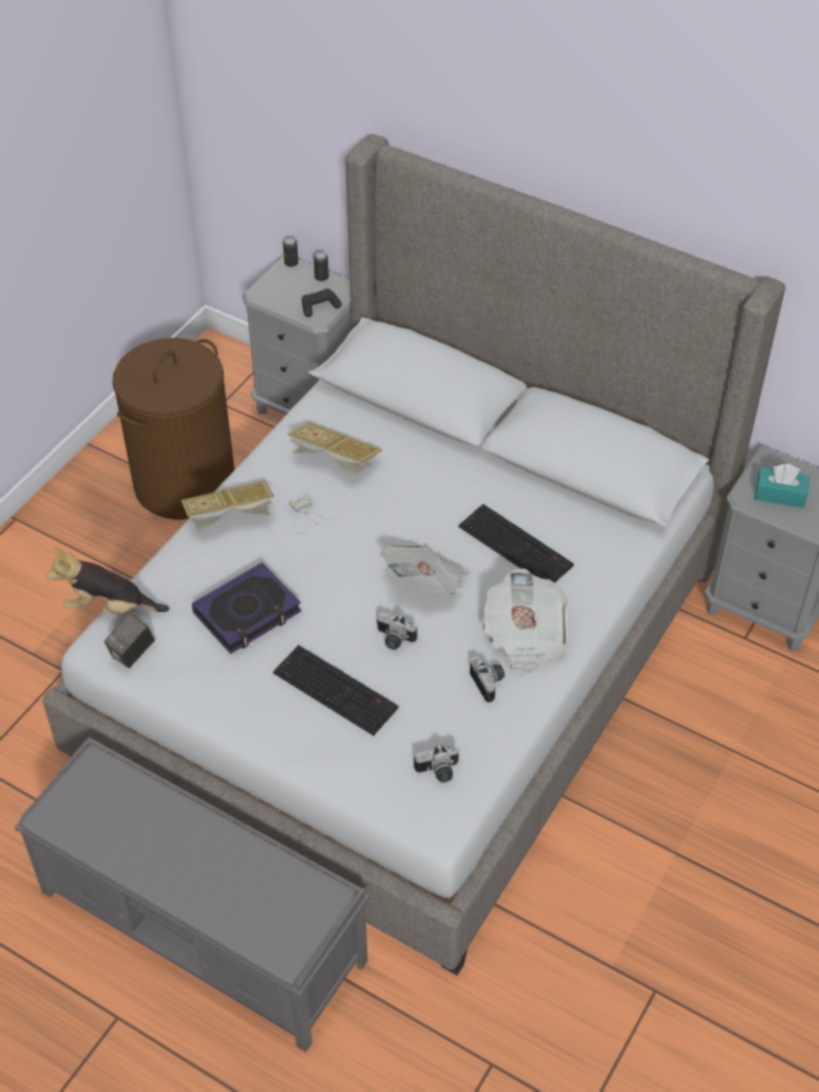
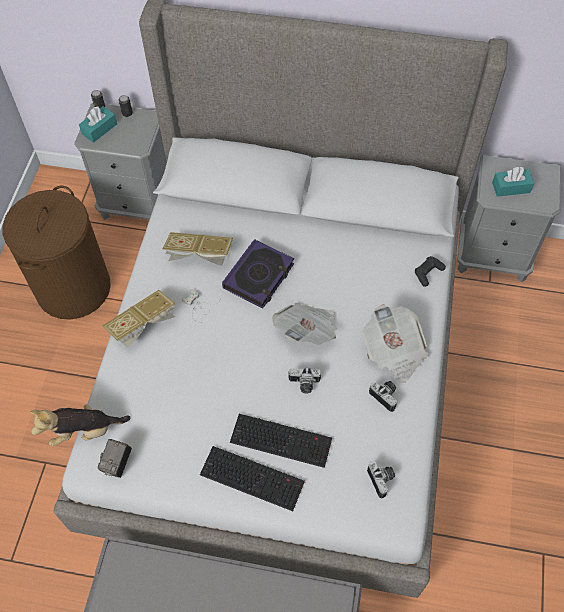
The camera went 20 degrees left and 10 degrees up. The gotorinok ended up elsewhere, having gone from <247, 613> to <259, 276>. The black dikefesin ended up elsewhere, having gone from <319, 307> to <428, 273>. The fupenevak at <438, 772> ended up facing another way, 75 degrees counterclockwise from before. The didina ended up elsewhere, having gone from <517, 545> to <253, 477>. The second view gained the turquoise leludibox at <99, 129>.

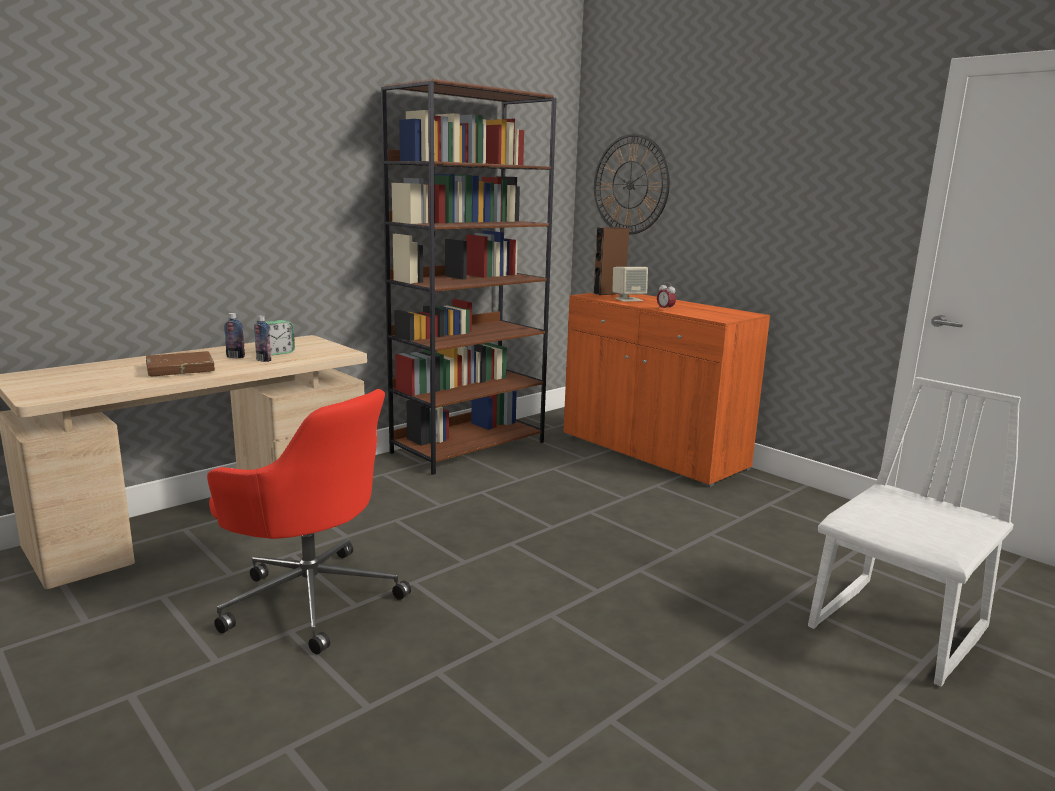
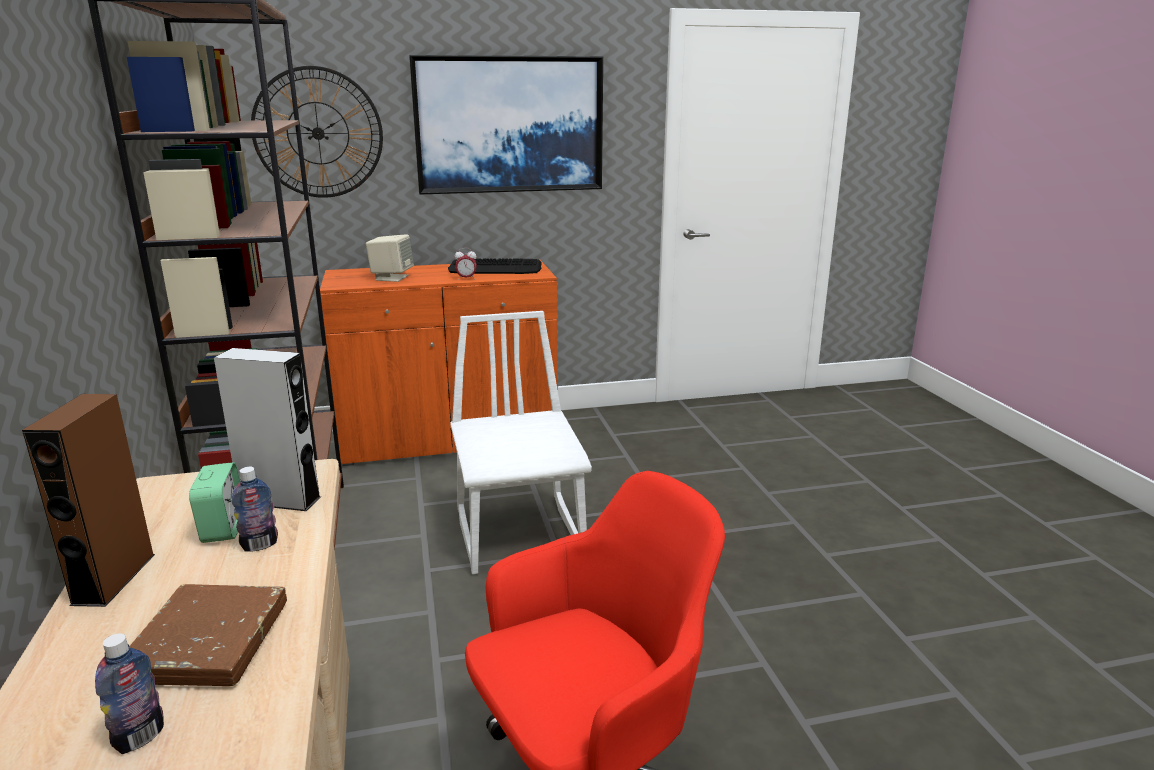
The camera went 60 degrees left and 5 degrees up. The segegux ended up elsewhere, having gone from <235, 357> to <140, 737>. The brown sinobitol ended up elsewhere, having gone from <609, 293> to <114, 578>. The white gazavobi ended up elsewhere, having gone from <899, 630> to <521, 534>. The second view gained the grey sinobitol at <280, 500>. The second view gained the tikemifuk at <509, 125>. The second view gained the didina at <495, 268>.

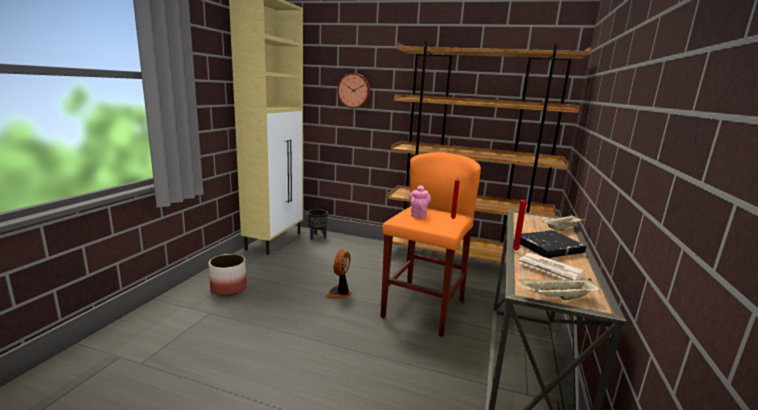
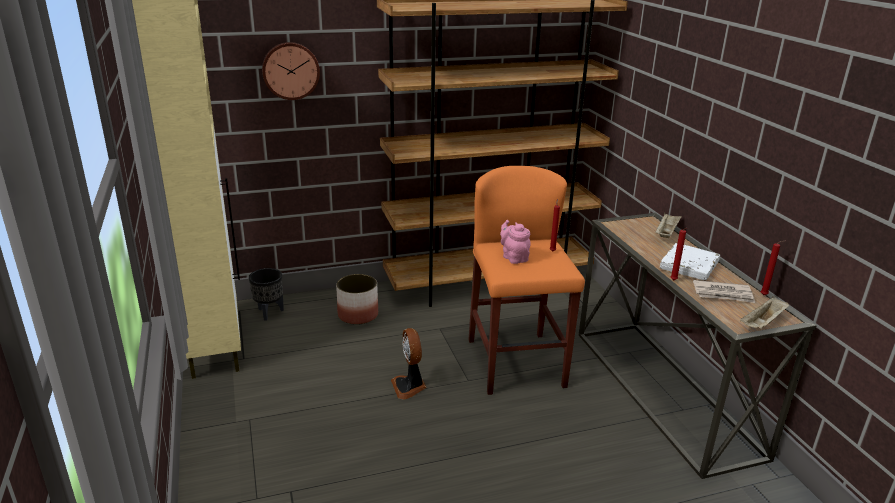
The camera went 35 degrees left and 10 degrees up. The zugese ended up elsewhere, having gone from <229, 288> to <358, 315>. What was the black gotorinok at <548, 248> turned into the white gotorinok at <689, 265>. The second view gained the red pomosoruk at <765, 295>.

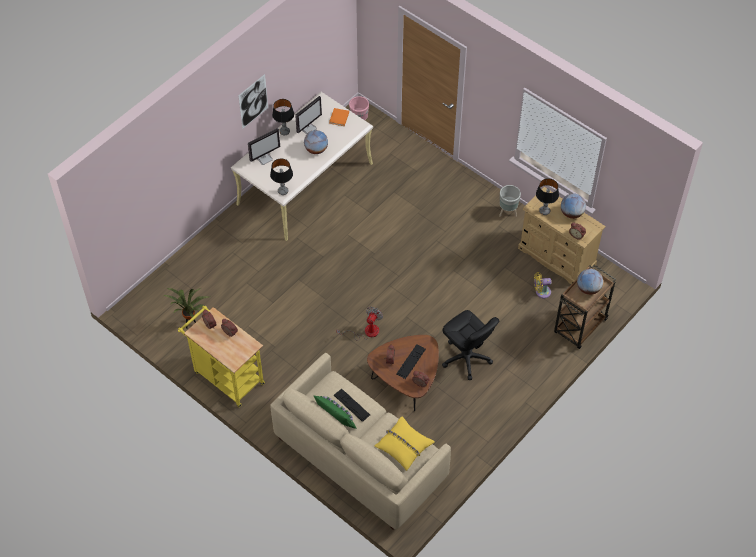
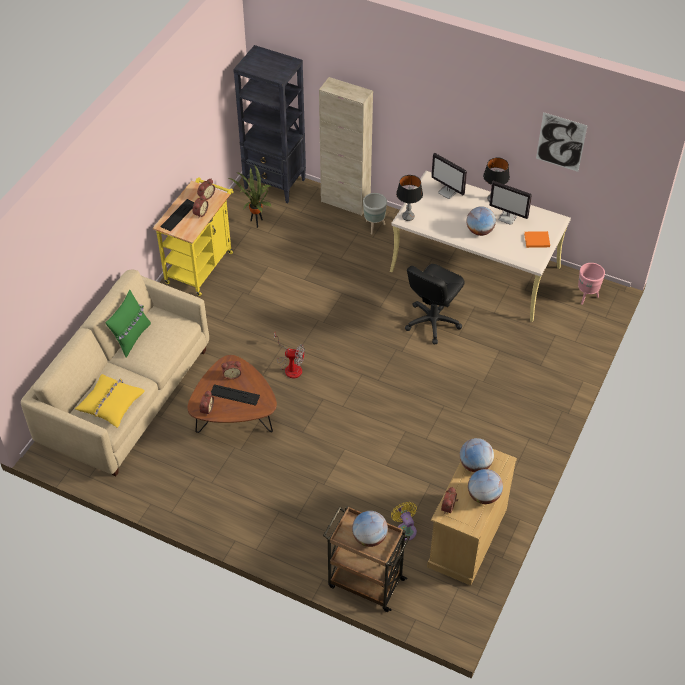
The camera went 75 degrees right and 5 degrees down. The tikemifuk ended up elsewhere, having gone from <253, 101> to <561, 142>. The didina ended up elsewhere, having gone from <351, 405> to <178, 215>. The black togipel ended up elsewhere, having gone from <466, 358> to <432, 322>. The grey zugese ended up elsewhere, having gone from <508, 212> to <374, 226>. Where the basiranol stood at <544, 211>, the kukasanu came to stand at <475, 464>. The second view gained the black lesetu at <275, 184>. The second view gained the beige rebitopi at <345, 202>.

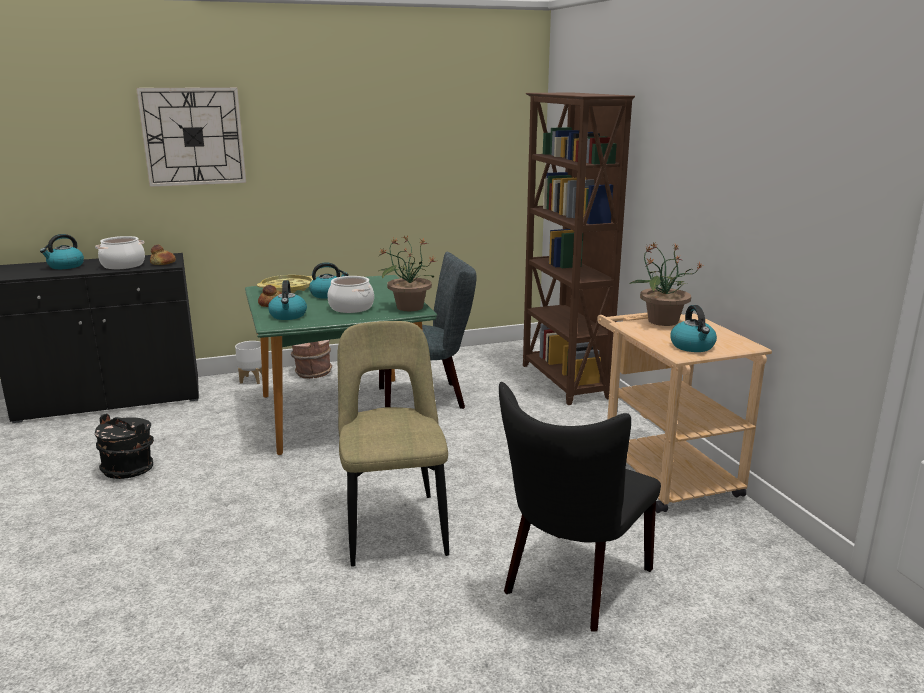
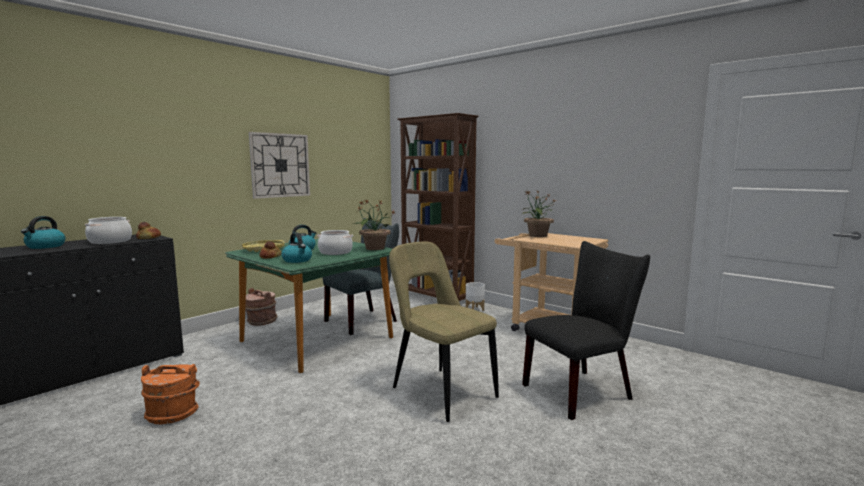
The camera went 30 degrees left and 10 degrees down. What was the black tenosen at <129, 468> turned into the orange tenosen at <173, 413>. The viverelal ended up elsewhere, having gone from <193, 136> to <280, 165>. The white zugese ended up elsewhere, having gone from <253, 380> to <475, 309>. The black gazavobi at <572, 584> ended up facing another way, 120 degrees counterclockwise from before. The second view lost the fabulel at <693, 346>.

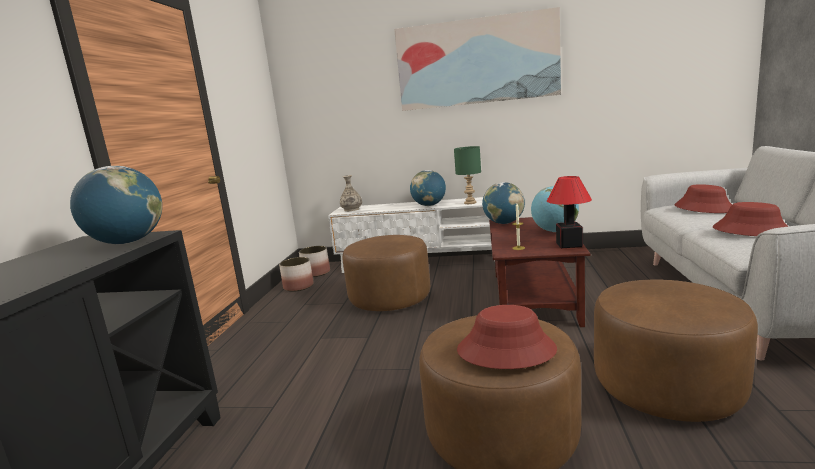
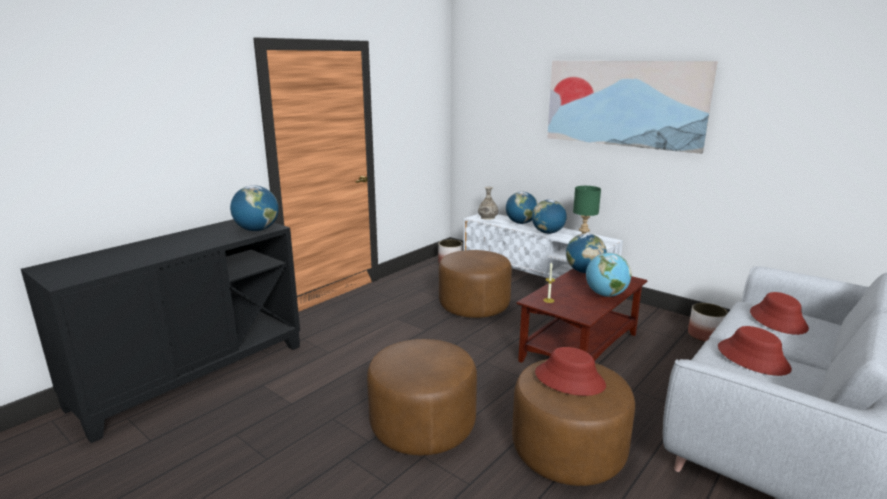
The camera went 30 degrees right and 5 degrees up. The zugese ended up elsewhere, having gone from <299, 286> to <705, 336>. The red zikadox ended up elsewhere, having gone from <506, 350> to <569, 379>. The second view lost the basiranol at <569, 245>. The second view gained the kukasanu at <521, 223>.

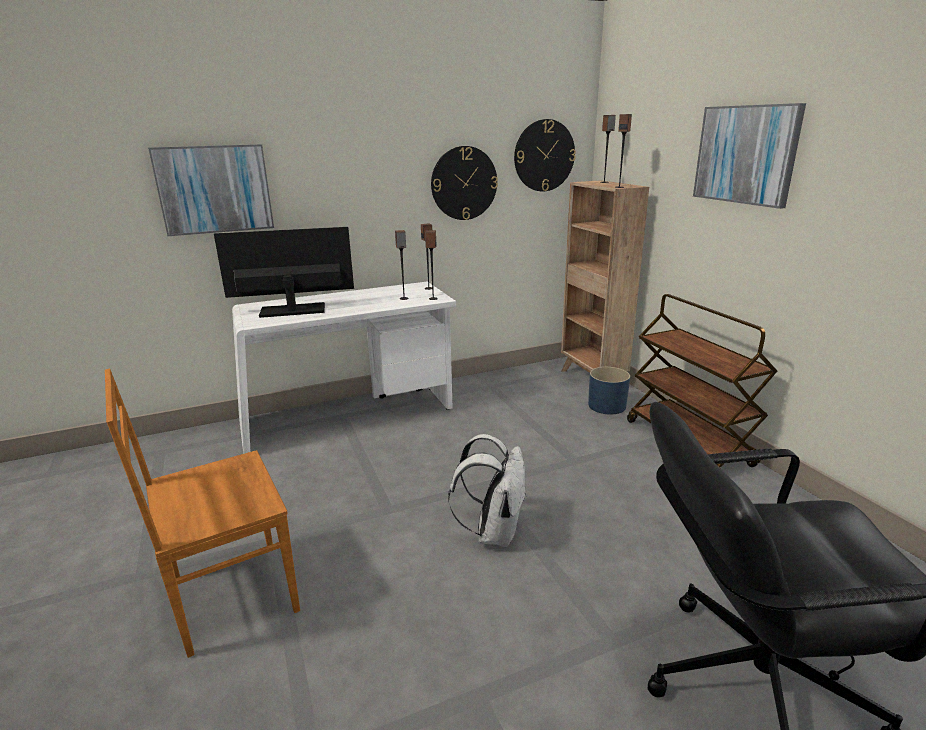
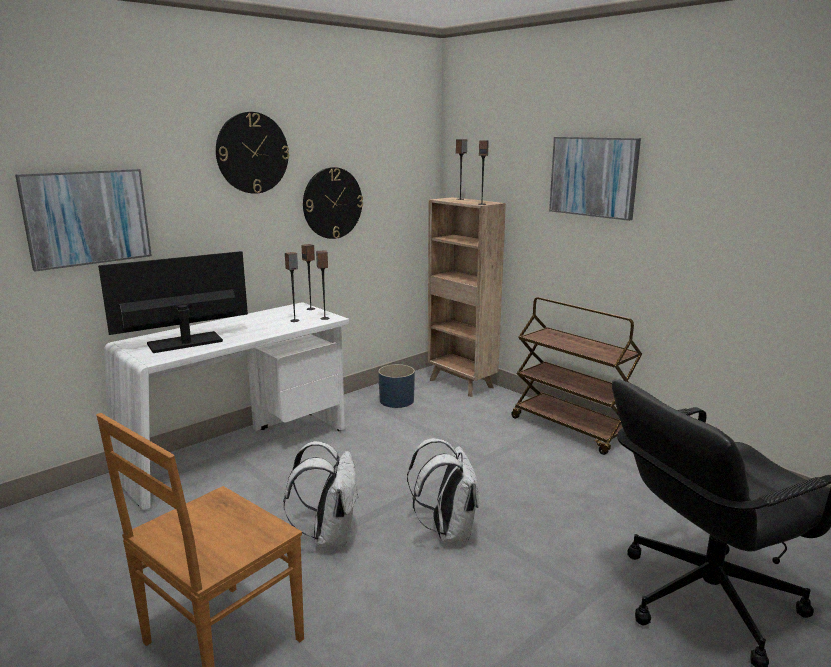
The camera went 20 degrees left and 5 degrees down. The viverelal ended up elsewhere, having gone from <544, 156> to <252, 153>. The blue zugese ended up elsewhere, having gone from <606, 406> to <396, 401>. The second view gained the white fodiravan at <329, 536>.

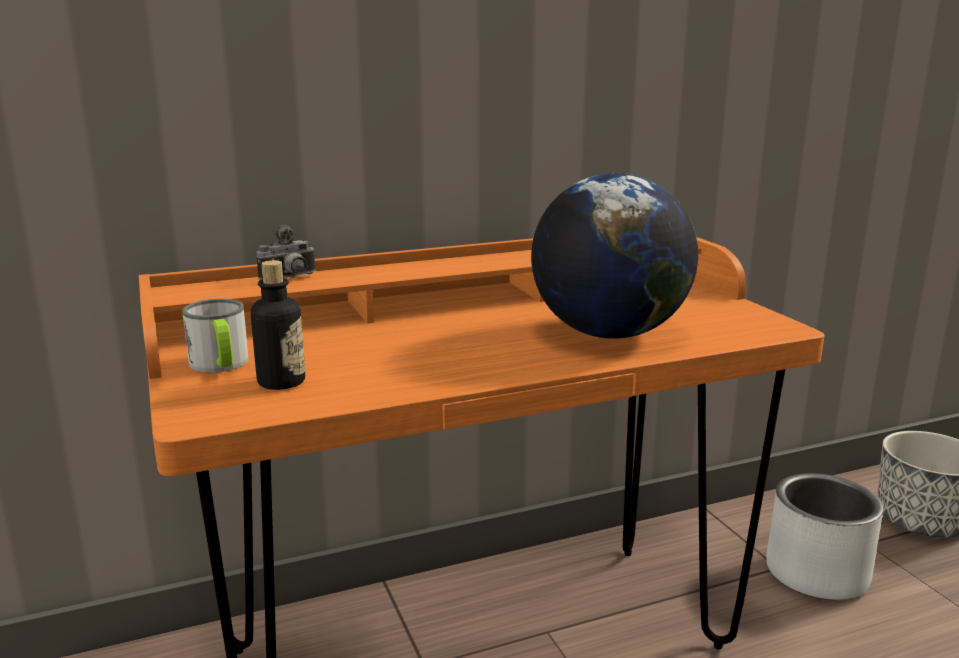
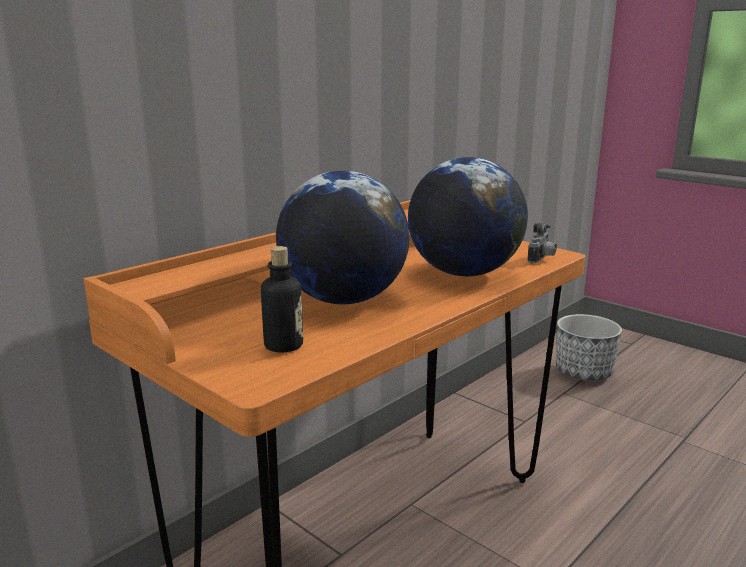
The camera went 25 degrees left and 0 degrees up. The second view lost the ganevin at <221, 365>. The fupenevak ended up elsewhere, having gone from <290, 278> to <541, 259>. The second view lost the grey zugese at <816, 573>. The second view gained the kukasanu at <343, 300>.

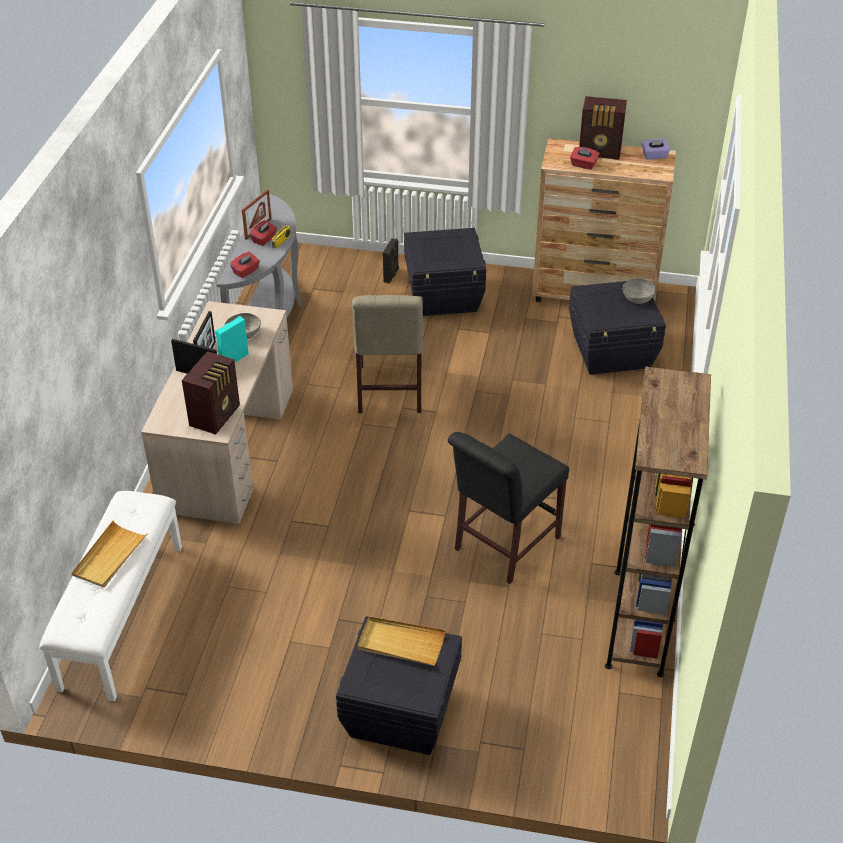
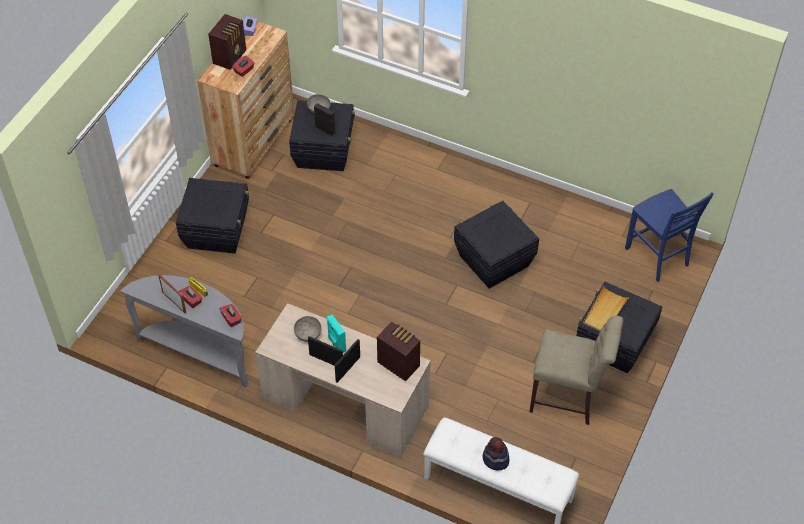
The camera went 75 degrees left and 10 degrees up. Where the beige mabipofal stood at <109, 557>, the zikadox came to stand at <495, 459>. The beige gazavobi ended up elsewhere, having gone from <389, 392> to <568, 398>. The black sinobitol ended up elsewhere, having gone from <391, 276> to <325, 129>. Where the black gazavobi stood at <502, 546>, the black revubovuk came to stand at <493, 261>. The second view lost the brown lesetu at <638, 621>. The second view gained the blue gazavobi at <658, 257>.

